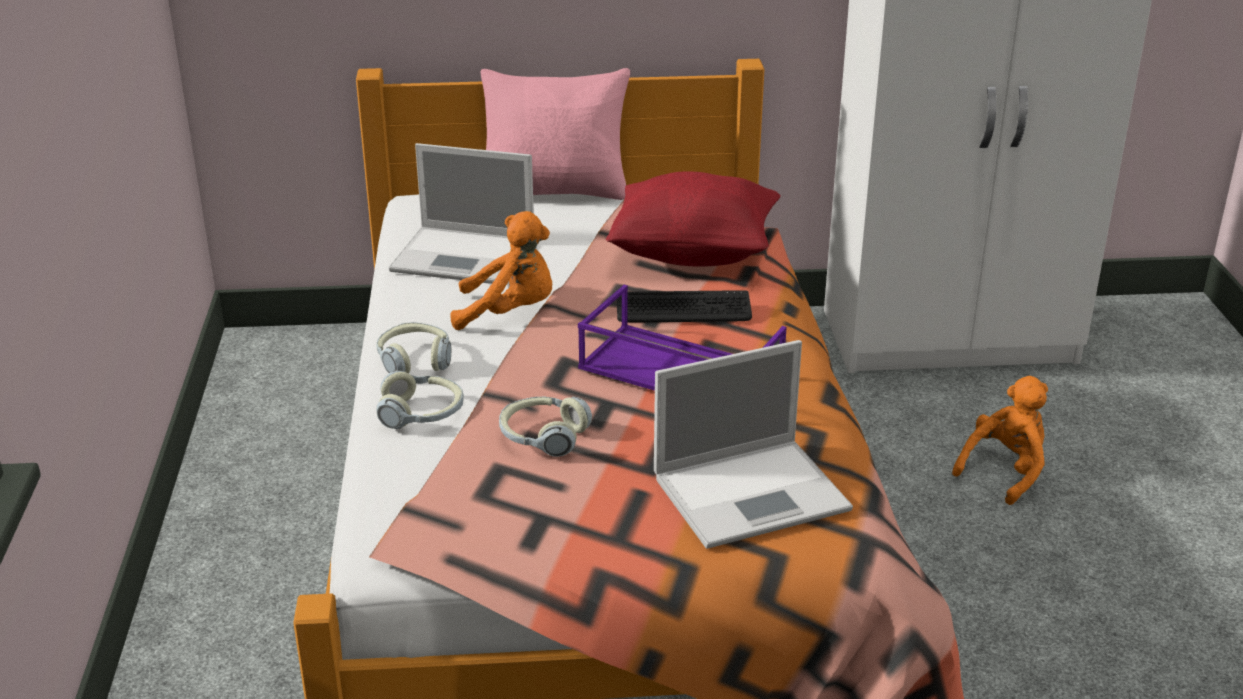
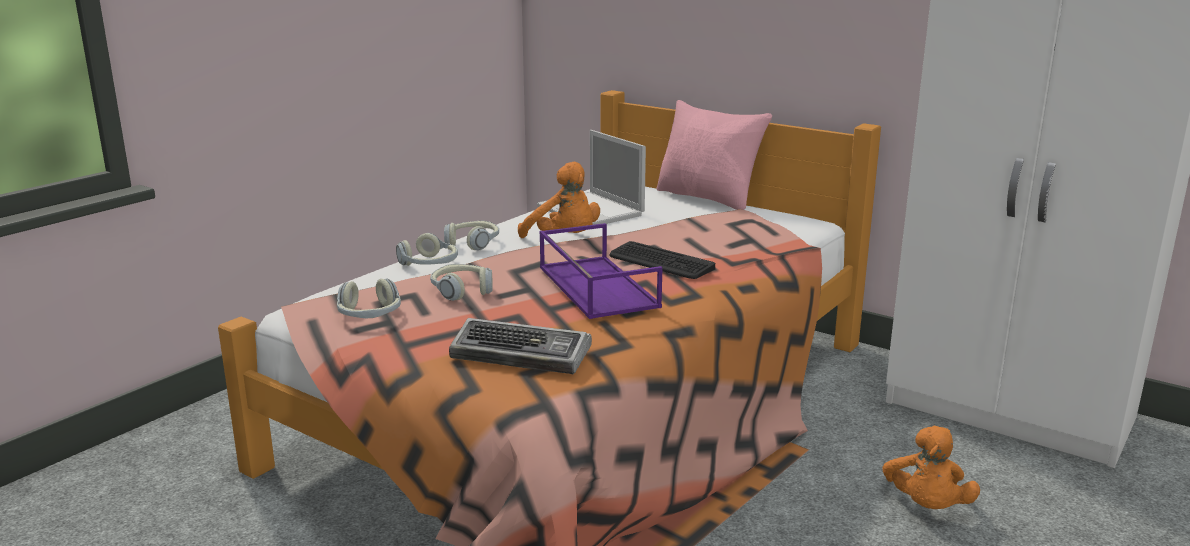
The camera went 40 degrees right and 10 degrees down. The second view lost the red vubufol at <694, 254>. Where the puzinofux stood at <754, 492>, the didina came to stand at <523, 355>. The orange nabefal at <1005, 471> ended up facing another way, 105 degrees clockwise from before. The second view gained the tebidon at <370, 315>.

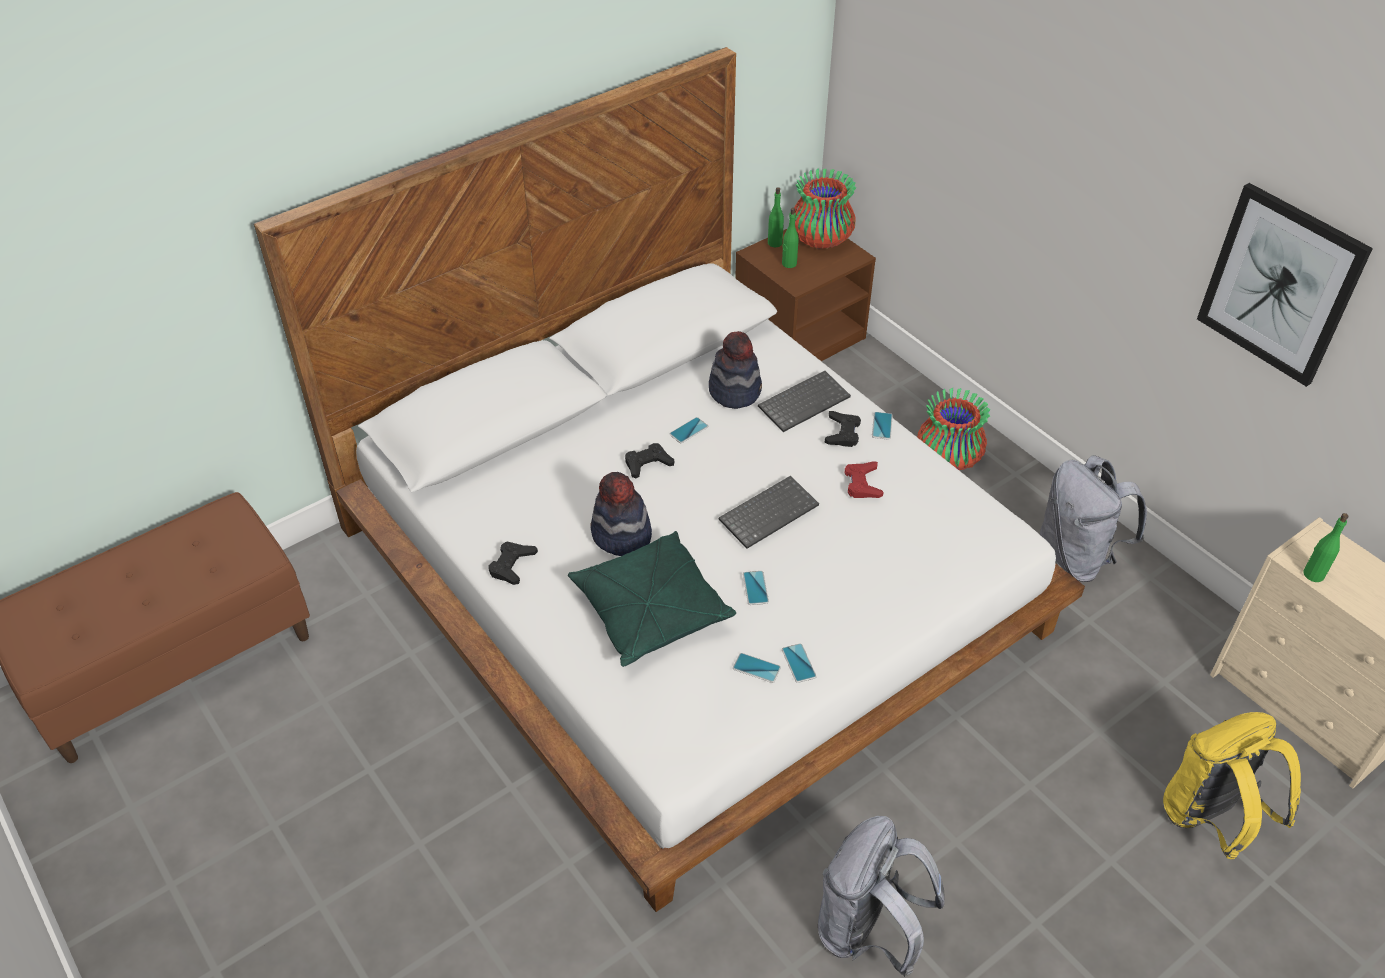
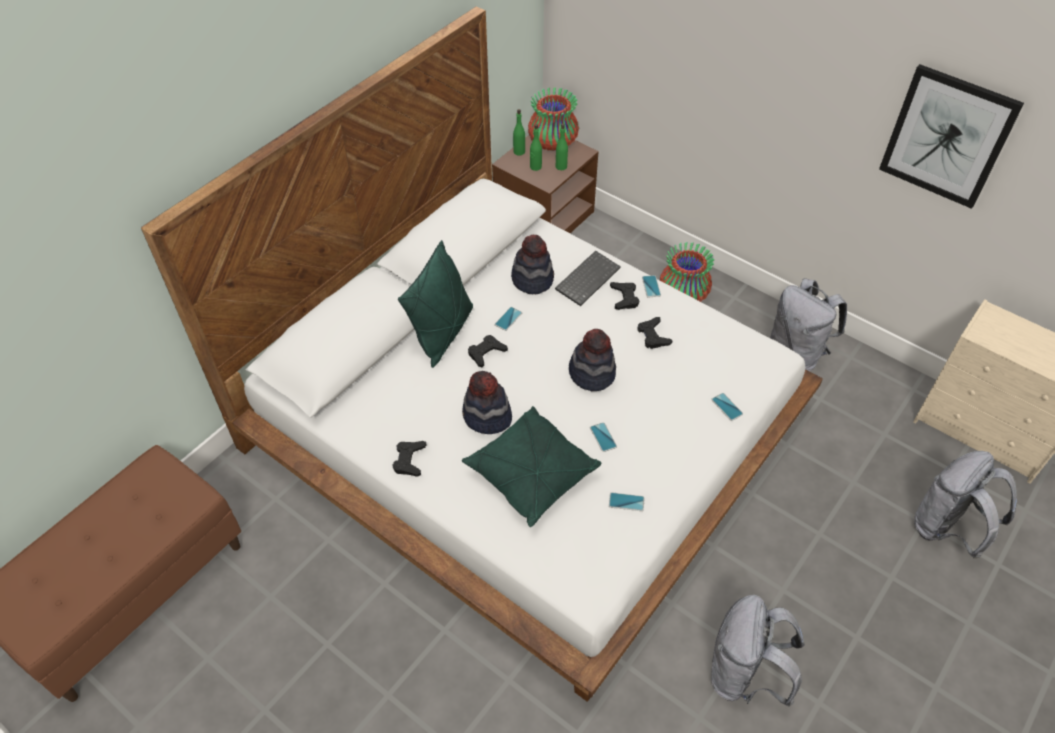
The camera went 15 degrees left and 5 degrees up. Where the didina stood at <768, 512>, the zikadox came to stand at <592, 373>. The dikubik ended up elsewhere, having gone from <798, 663> to <727, 407>. What was the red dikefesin at <862, 483> turned into the black dikefesin at <653, 336>. What was the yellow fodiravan at <1210, 819> turned into the grey fodiravan at <946, 529>. The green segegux ended up elsewhere, having gone from <1313, 574> to <561, 166>. The second view gained the green vubufol at <443, 333>.

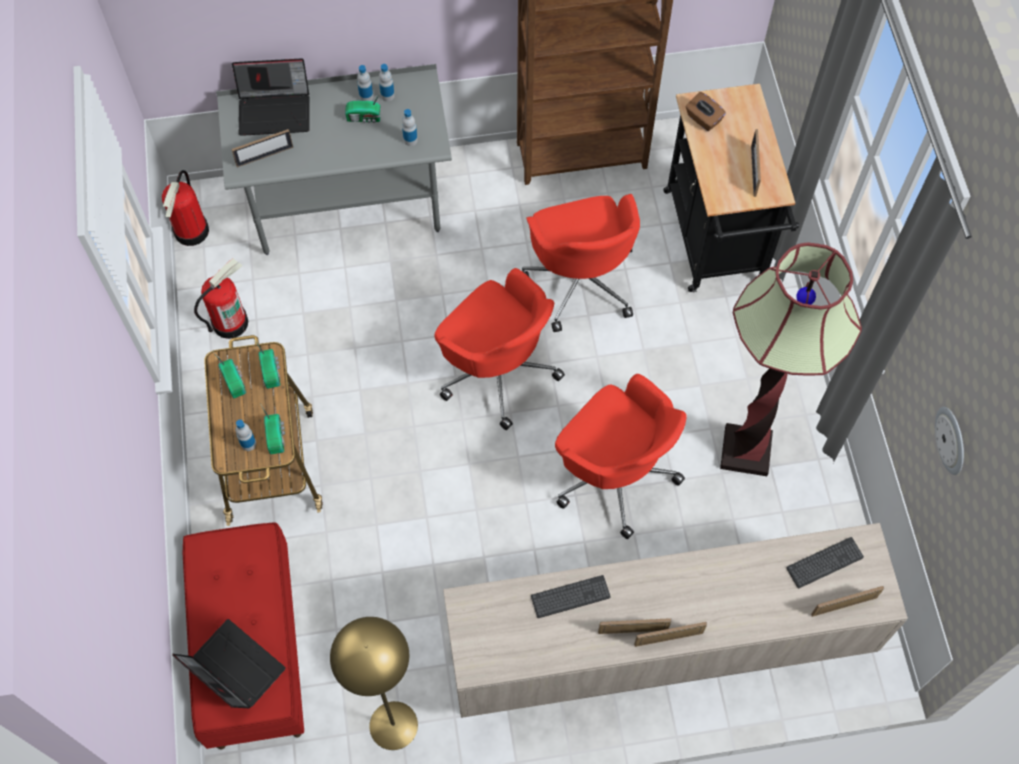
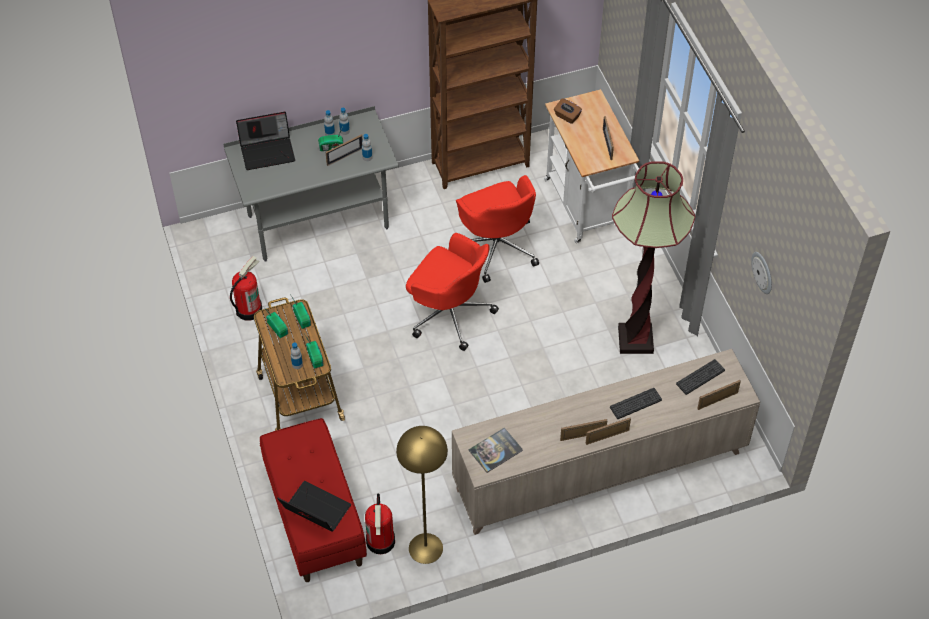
The camera went 10 degrees left and 10 degrees down. The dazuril ended up elsewhere, having gone from <192, 231> to <381, 541>. The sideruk ended up elsewhere, having gone from <264, 156> to <345, 156>. The didina ended up elsewhere, having gone from <570, 596> to <635, 403>. The second view lost the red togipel at <613, 473>. What was the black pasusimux at <716, 244> turned into the white pasusimux at <588, 209>. The second view gained the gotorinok at <495, 450>.

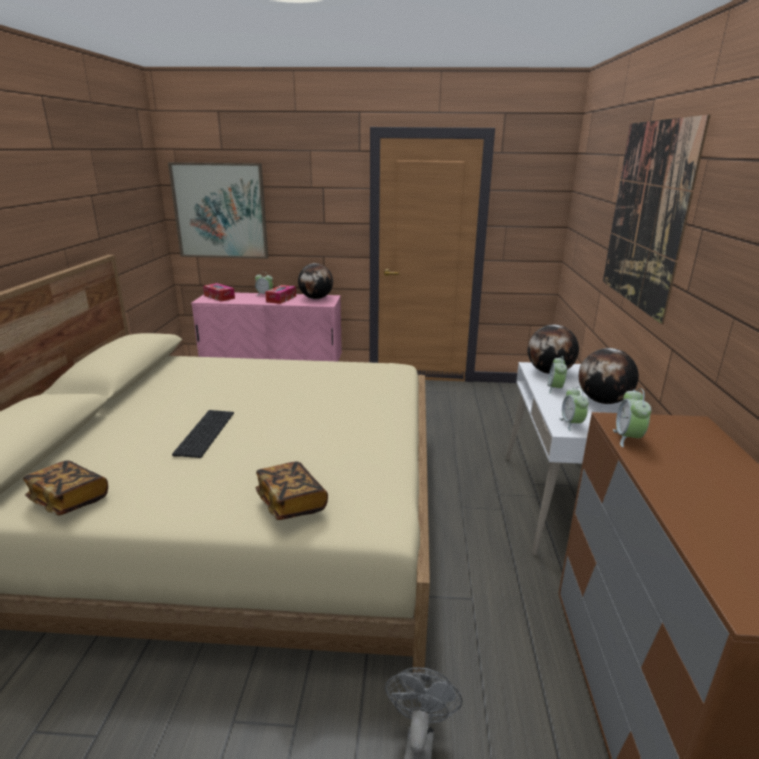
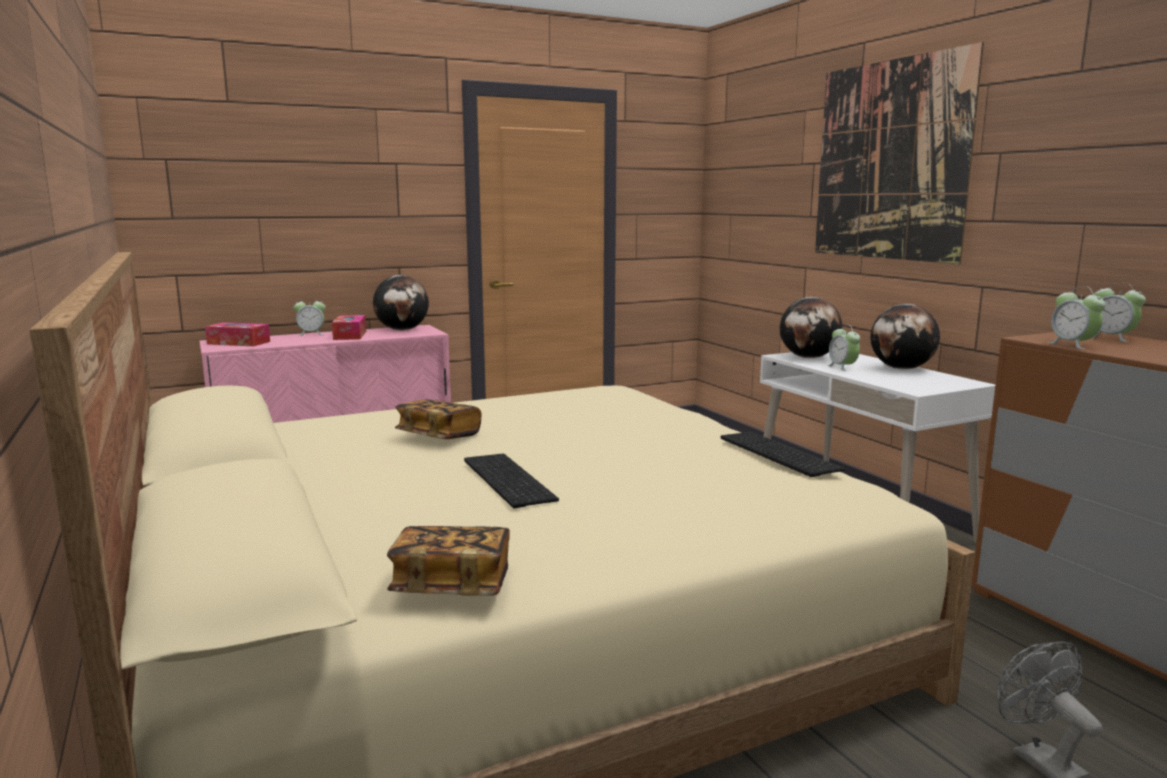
The camera went 30 degrees left and 10 degrees down. The second view lost the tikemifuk at <220, 211>. The gotorinok ended up elsewhere, having gone from <291, 503> to <439, 436>. The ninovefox ended up elsewhere, having gone from <571, 424> to <1112, 338>. The second view gained the didina at <775, 453>.

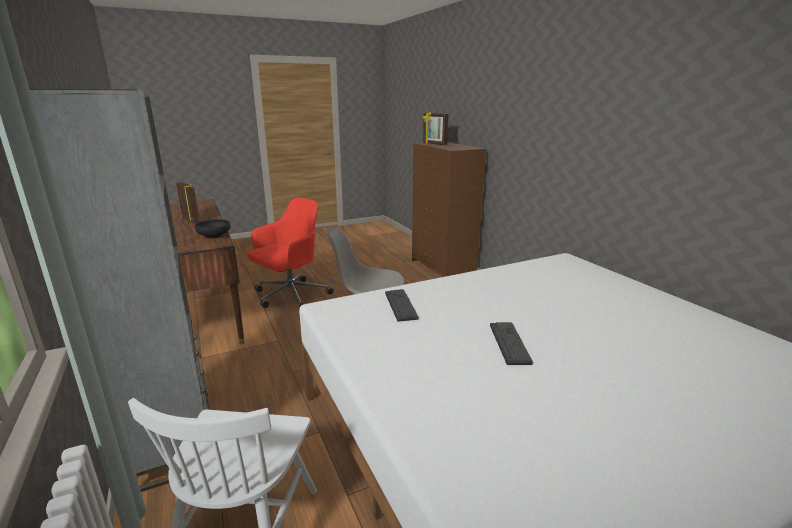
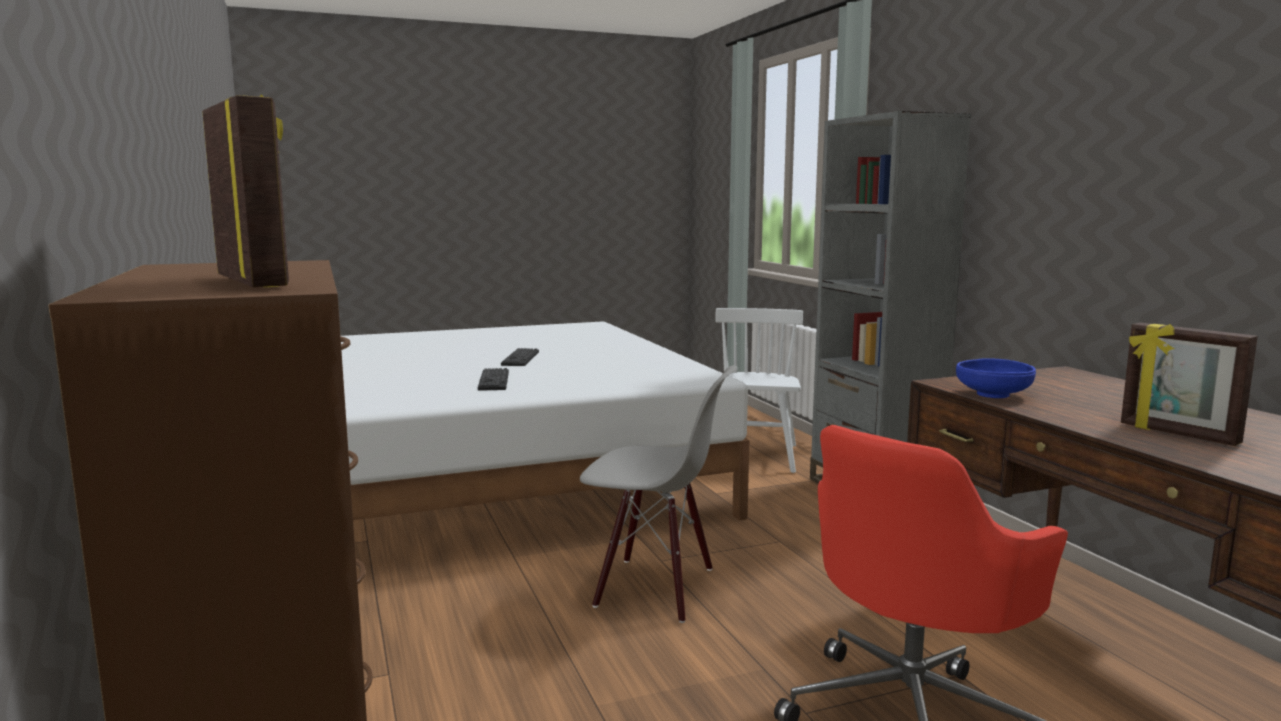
The camera went 175 degrees left and 10 degrees down. What was the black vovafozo at <214, 236> turned into the blue vovafozo at <993, 394>. The didina ended up elsewhere, having gone from <400, 305> to <494, 380>.

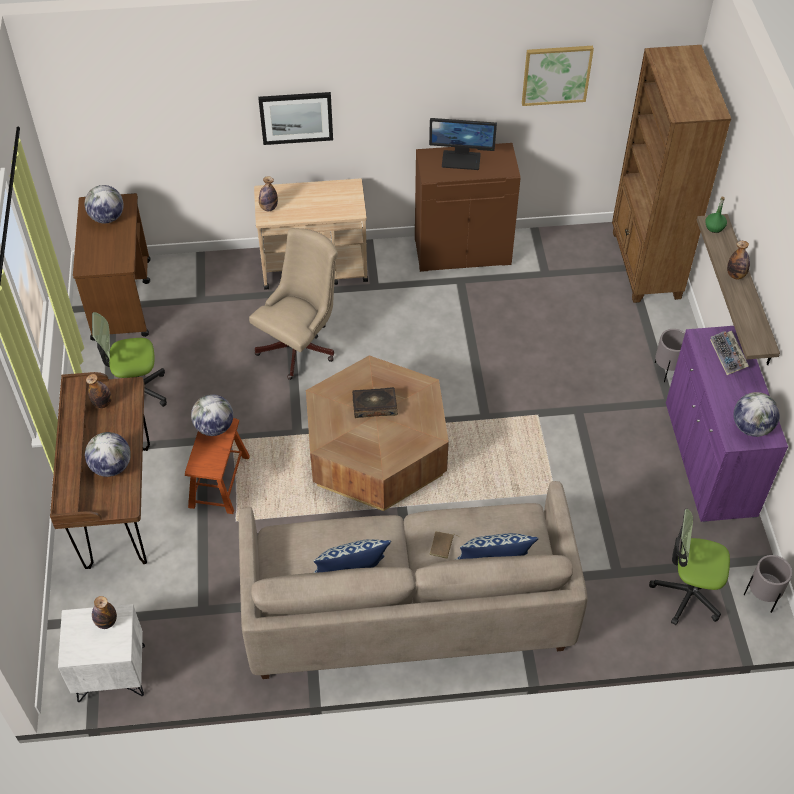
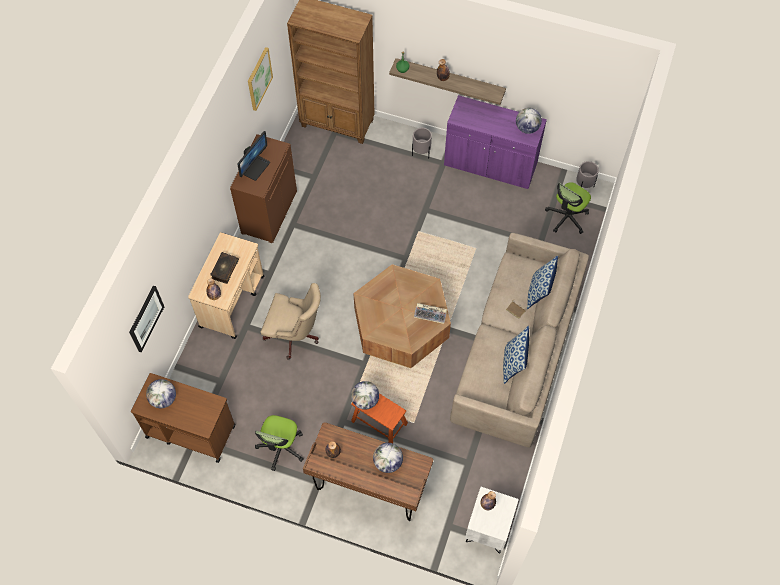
The camera went 65 degrees left and 10 degrees up. The beige togipel at <301, 345> ended up facing another way, 135 degrees clockwise from before. The tikemifuk ended up elsewhere, having gone from <296, 117> to <146, 318>. The gotorinok ended up elsewhere, having gone from <374, 406> to <224, 270>. The didina ended up elsewhere, having gone from <728, 356> to <431, 314>.

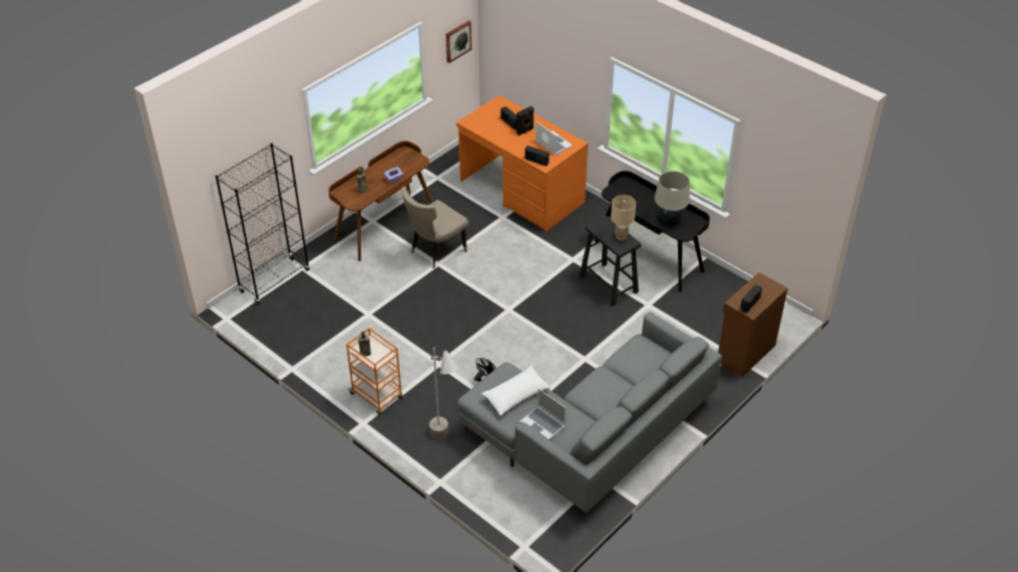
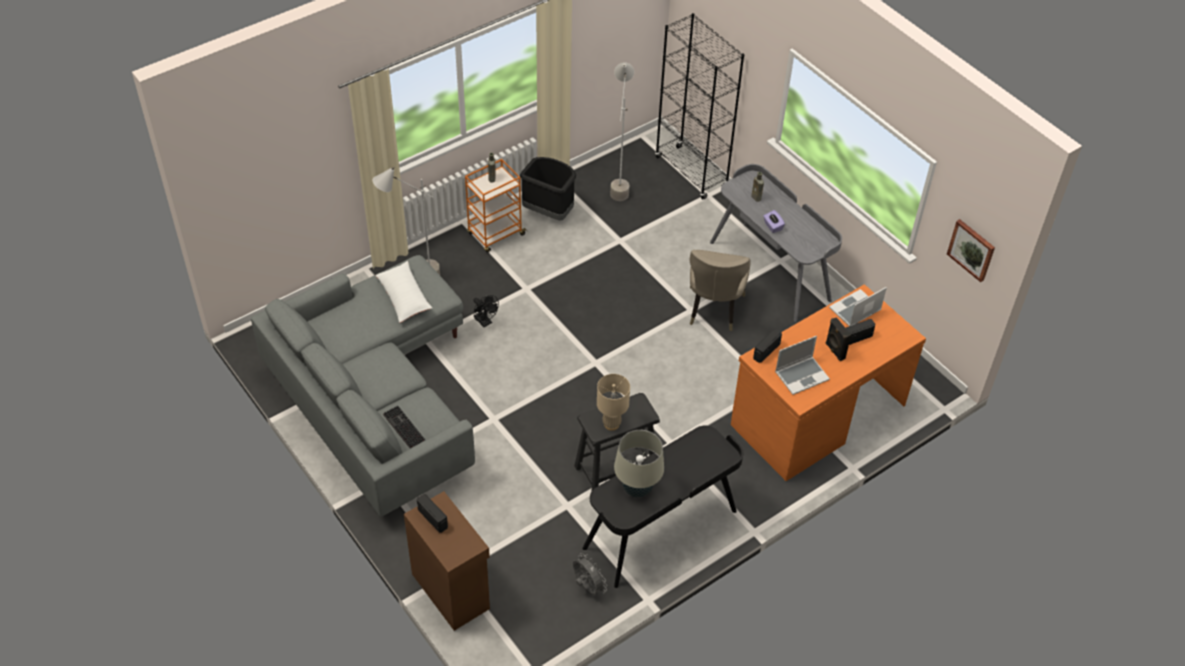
The camera went 100 degrees right and 5 degrees up. What was the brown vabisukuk at <384, 225> turned into the grey vabisukuk at <770, 270>. The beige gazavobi at <435, 251> ended up facing another way, 135 degrees counterclockwise from before. The puzinofux ended up elsewhere, having gone from <543, 424> to <855, 310>. The second view gained the didina at <404, 429>. The second view gained the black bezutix at <549, 212>. The second view gained the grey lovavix at <587, 587>. The second view gained the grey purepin at <619, 183>.

